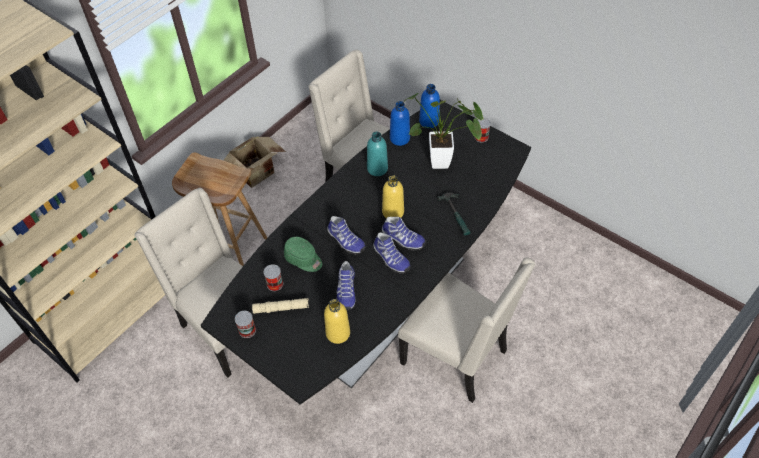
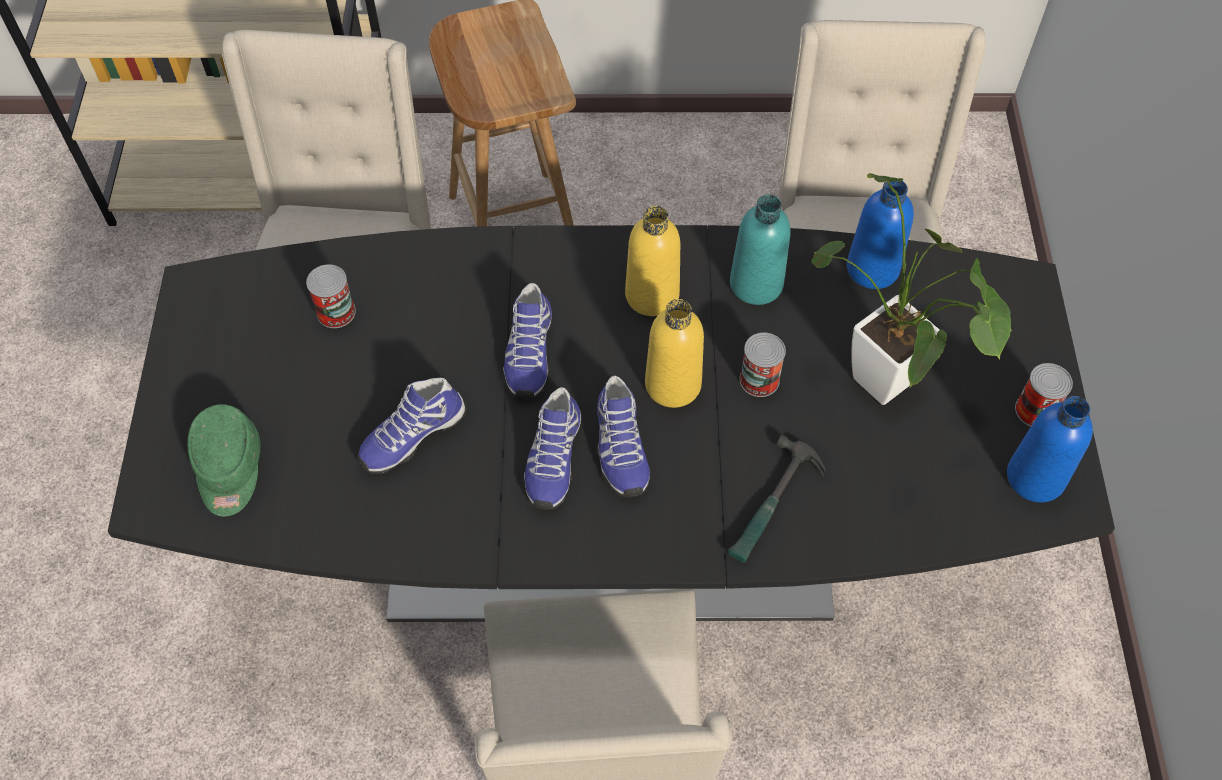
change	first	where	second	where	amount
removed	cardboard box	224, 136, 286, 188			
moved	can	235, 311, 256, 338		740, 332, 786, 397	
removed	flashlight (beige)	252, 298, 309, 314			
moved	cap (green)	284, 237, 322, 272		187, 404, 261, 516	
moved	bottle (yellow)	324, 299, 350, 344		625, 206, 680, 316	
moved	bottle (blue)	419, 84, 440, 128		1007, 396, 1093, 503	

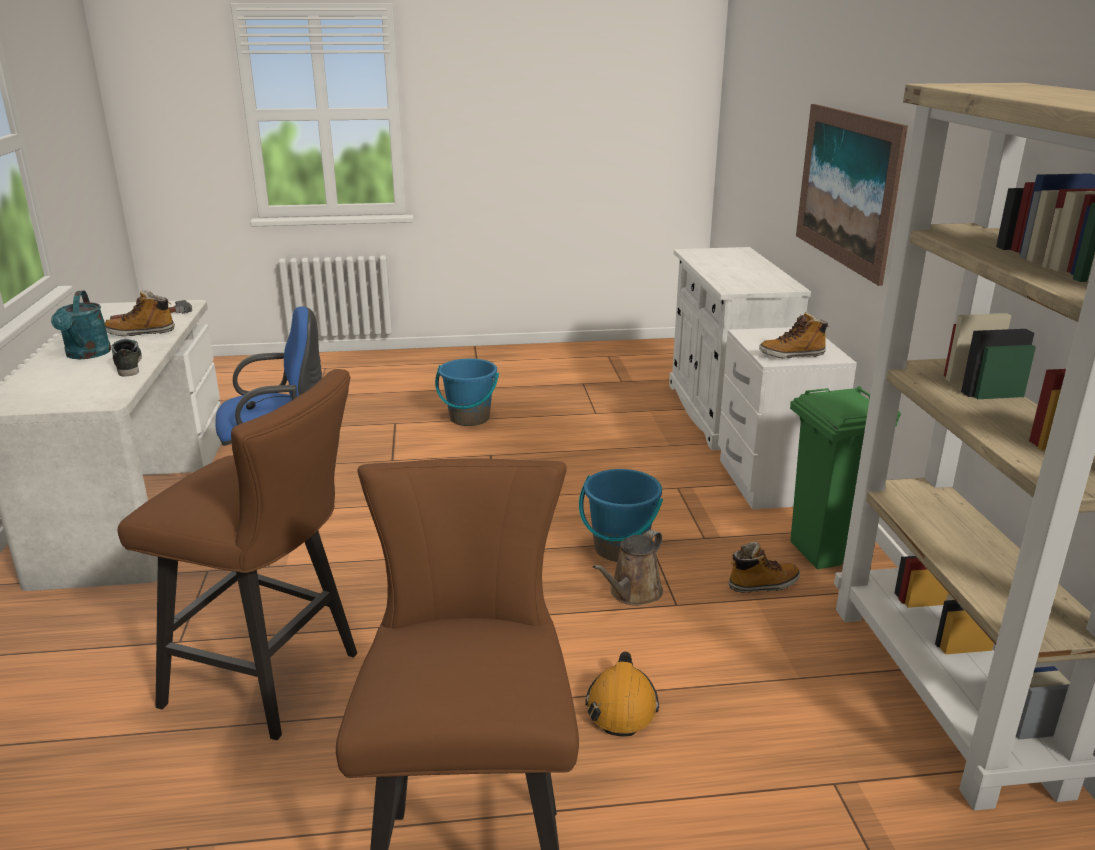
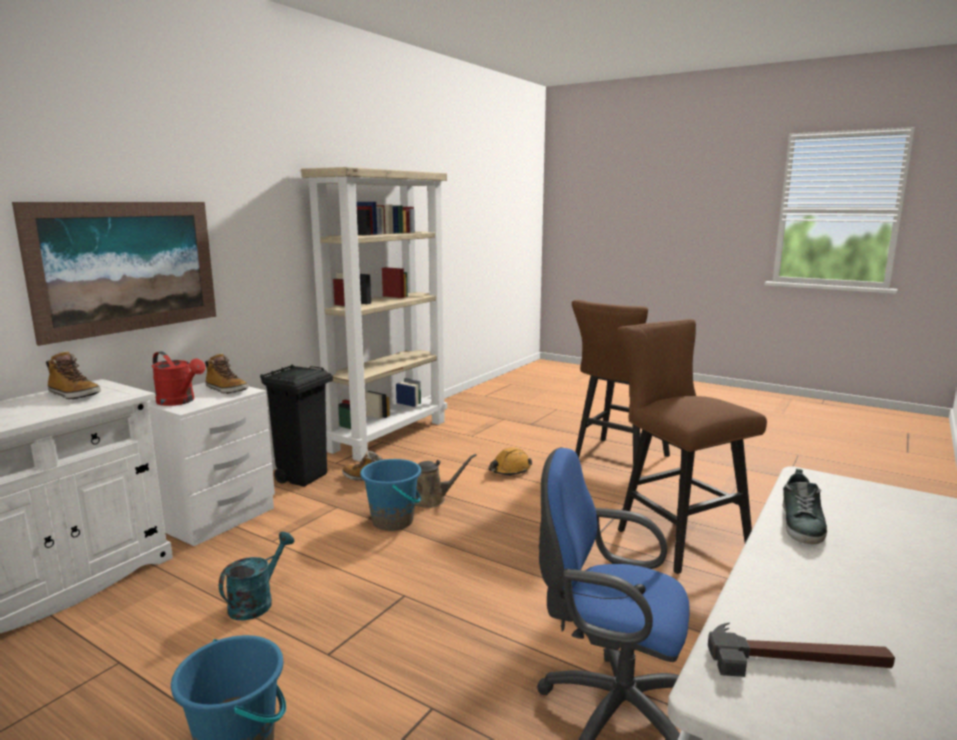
change	first	where	second	where	amount
moved	watering can (turquoise)	51, 291, 111, 359		219, 532, 294, 620	
moved	boot	105, 290, 175, 336		46, 351, 101, 399	
recoloured	trash can (green)	790, 386, 901, 569	trash can (black)	260, 364, 333, 487	
added			watering can (red)	152, 351, 206, 406	

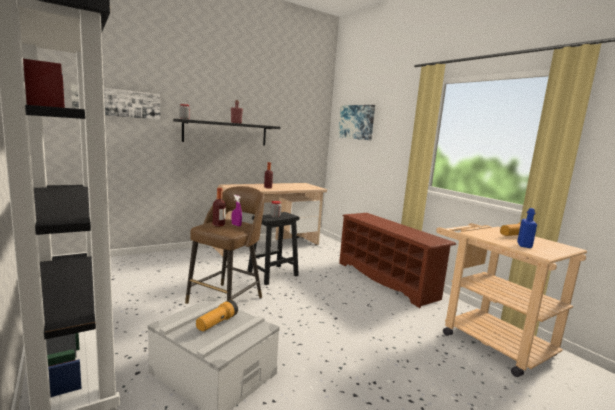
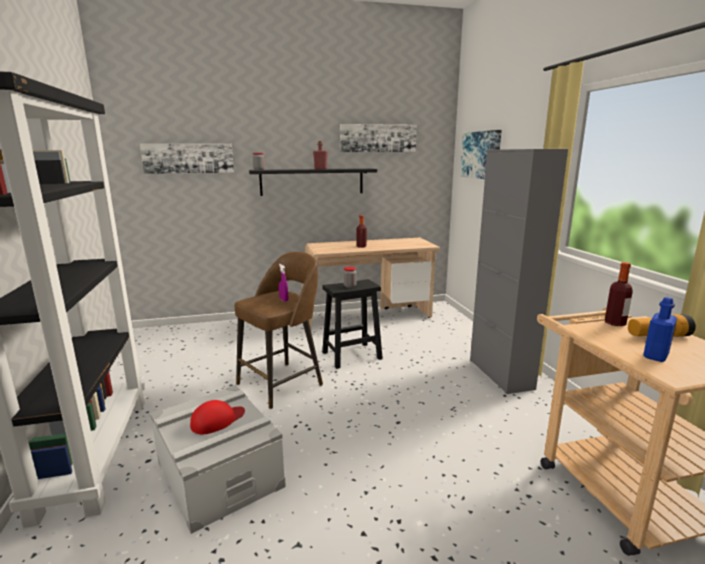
change	first	where	second	where	amount
replaced	flashlight	196, 300, 238, 331	cap (red)	190, 400, 245, 434	
moved	bottle	213, 188, 226, 227		605, 262, 633, 326	
replaced	shoe rack (brown)	339, 213, 456, 308	cabinet (grey)	470, 149, 568, 394	
added			picture	340, 124, 417, 152	

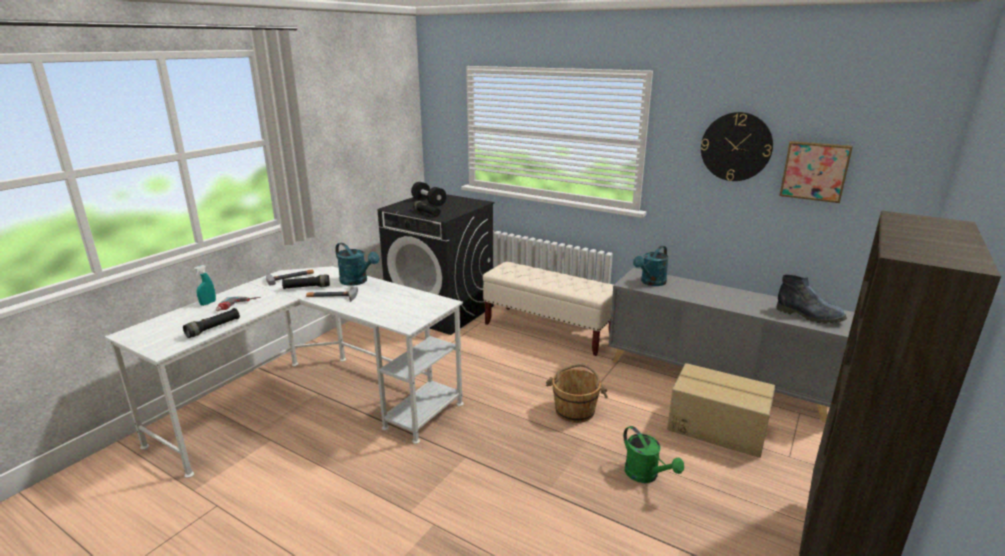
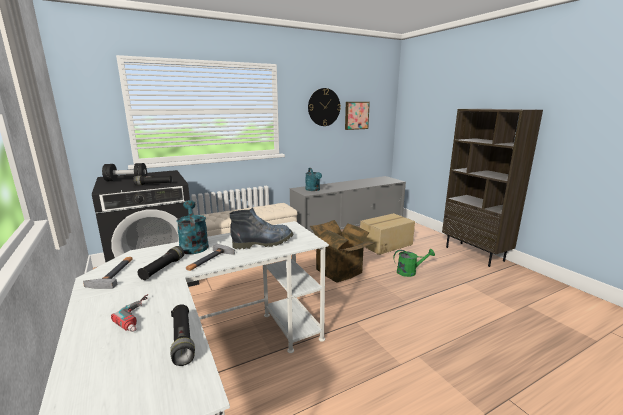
change	first	where	second	where	amount
removed	spray bottle (turquoise)	193, 265, 216, 306			
turned	watering can (turquoise)	335, 243, 379, 286		177, 200, 209, 254	90 degrees counterclockwise
replaced	bucket (brown)	546, 364, 608, 423	cardboard box	310, 220, 374, 283	
moved	boot	776, 275, 847, 324		230, 208, 294, 249	

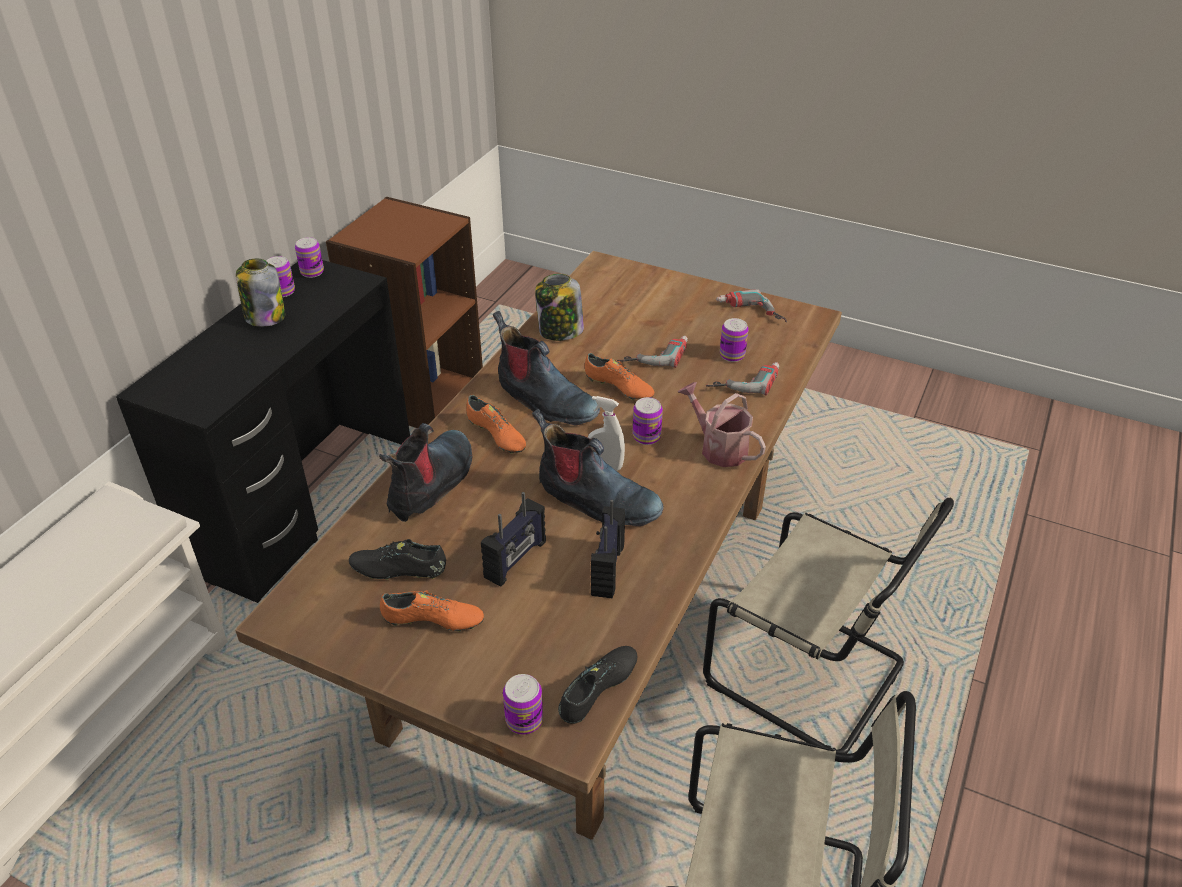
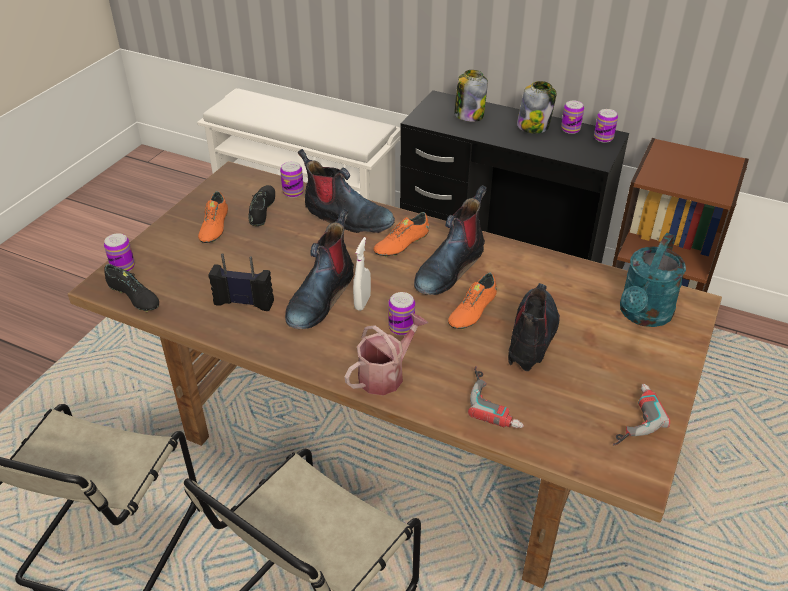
change	first	where	second	where	amount
removed	radio	480, 492, 546, 587			
moved	jar	535, 274, 584, 341		454, 70, 488, 122	
replaced	power drill	617, 336, 688, 368	boot	508, 283, 560, 371	
moved	can	720, 318, 749, 362		280, 161, 304, 198	
added			watering can (turquoise)	620, 233, 686, 327	

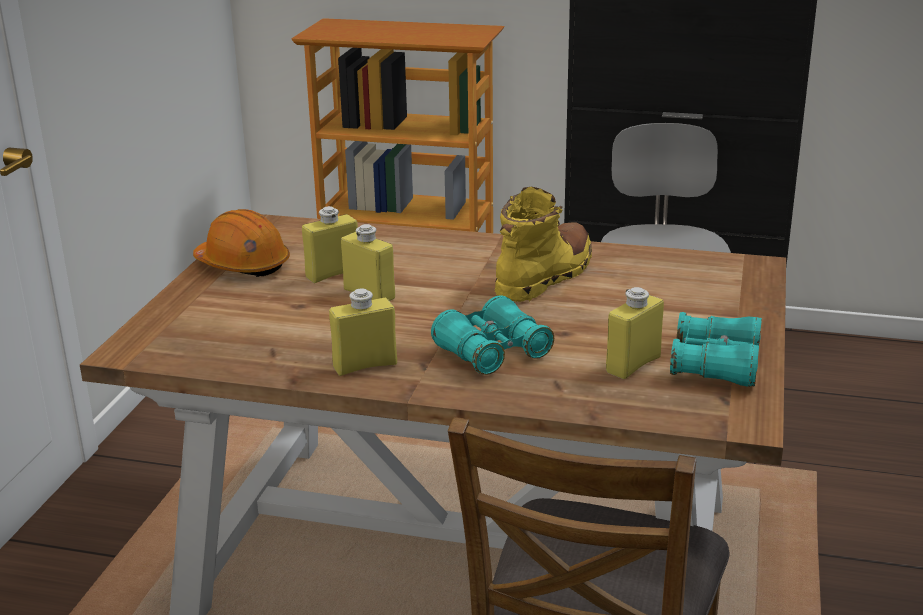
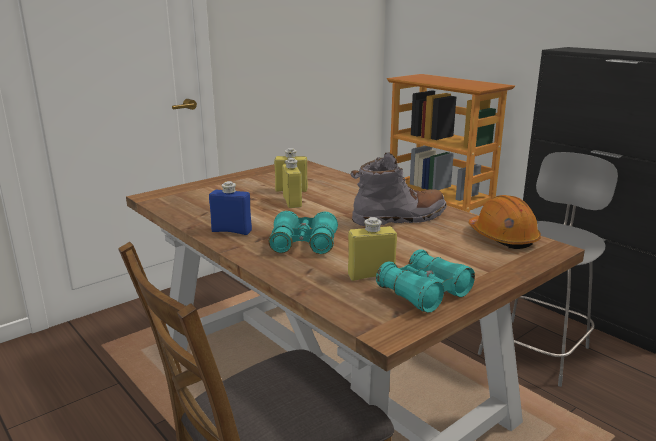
change	first	where	second	where	amount
moved	hard hat (orange)	193, 209, 290, 277		469, 195, 541, 249	
recoloured	bottle (yellow)	329, 288, 397, 376	bottle (blue)	209, 181, 252, 235	
recoloured	boot (yellow)	495, 187, 592, 302	boot (grey)	351, 153, 446, 226	

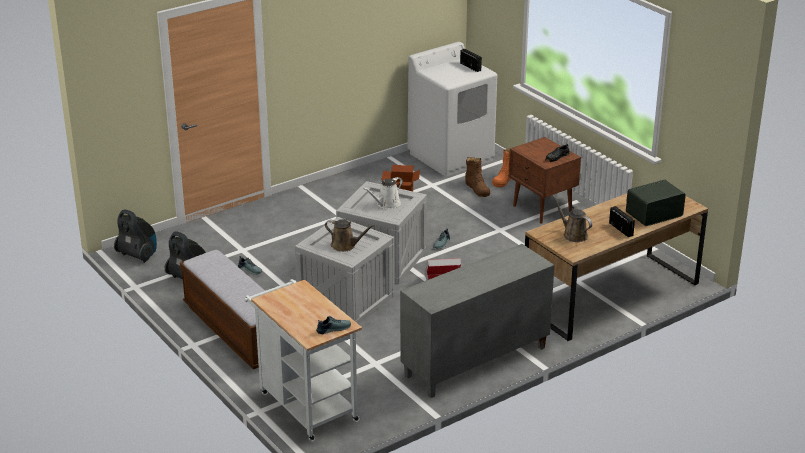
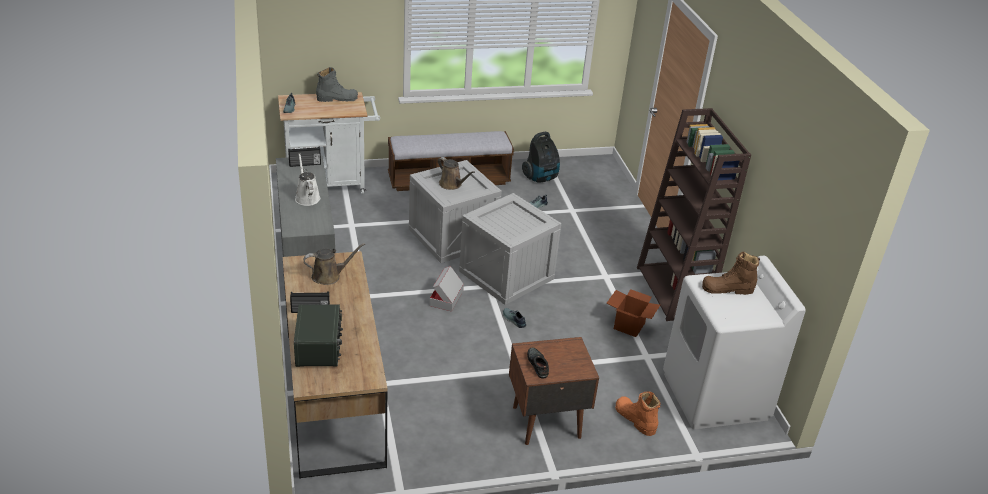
change	first	where	second	where	amount
removed	vacuum cleaner	114, 210, 157, 263			
turned	watering can (brown)	325, 219, 375, 252		438, 157, 475, 190	90 degrees counterclockwise
moved	watering can (white)	363, 177, 403, 209		295, 153, 321, 206	
moved	radio	460, 49, 482, 72		288, 147, 321, 167	
moved	boot (brown)	465, 157, 490, 197		702, 252, 760, 295	
added			boot (grey)	316, 67, 358, 102	
added			bookcase (brown)	637, 108, 751, 321	

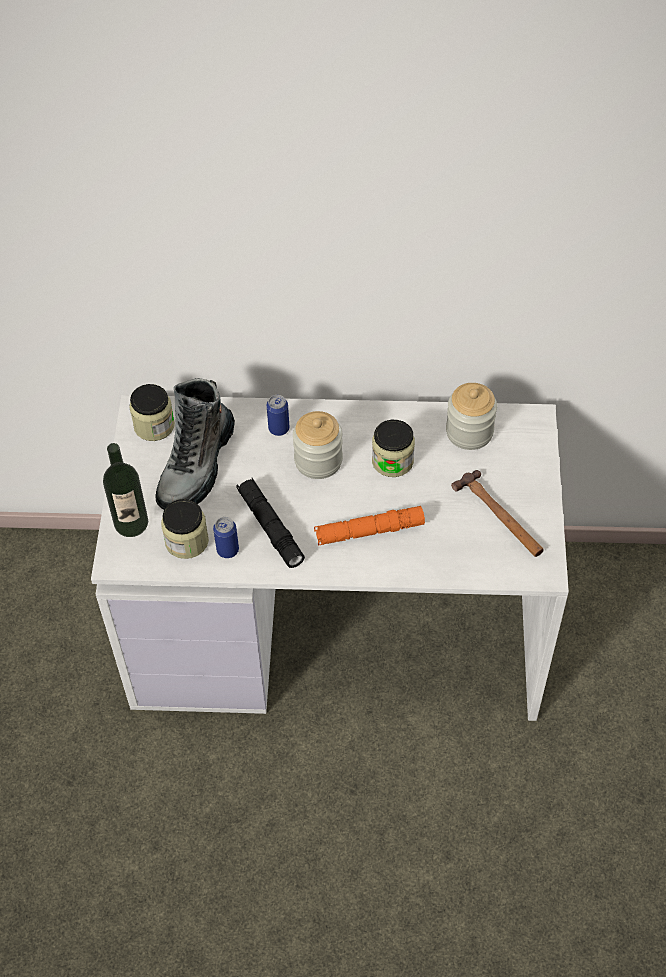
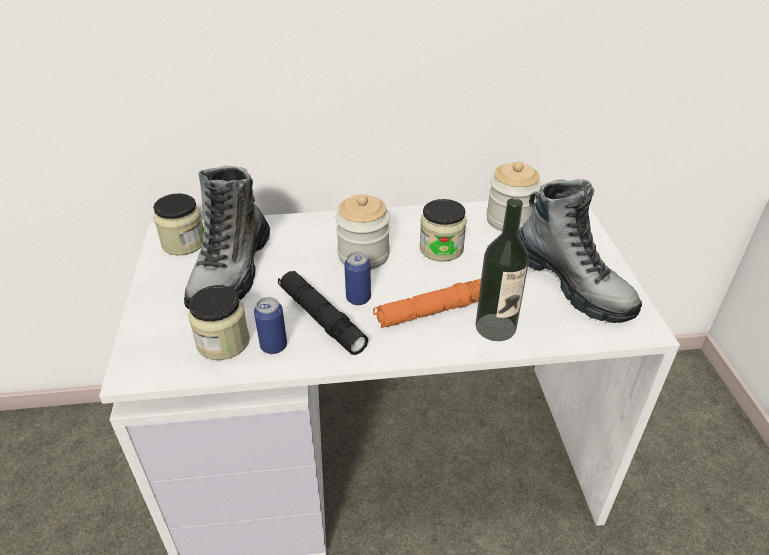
change	first	where	second	where	amount
moved	bottle	103, 443, 148, 537		476, 198, 529, 341	
moved	can	267, 395, 289, 436		344, 251, 371, 305	
replaced	hammer	451, 470, 544, 557	boot	518, 180, 642, 323	

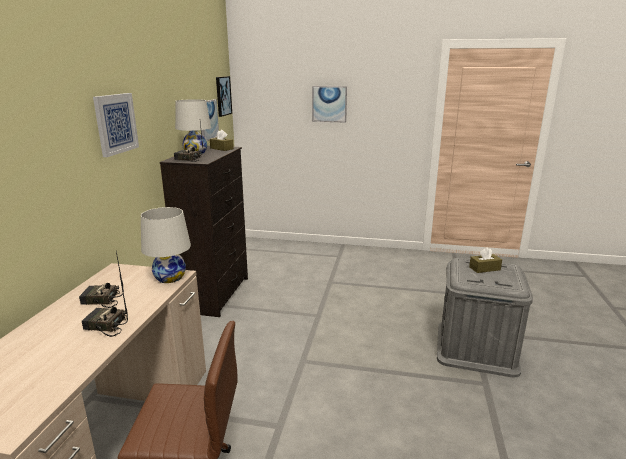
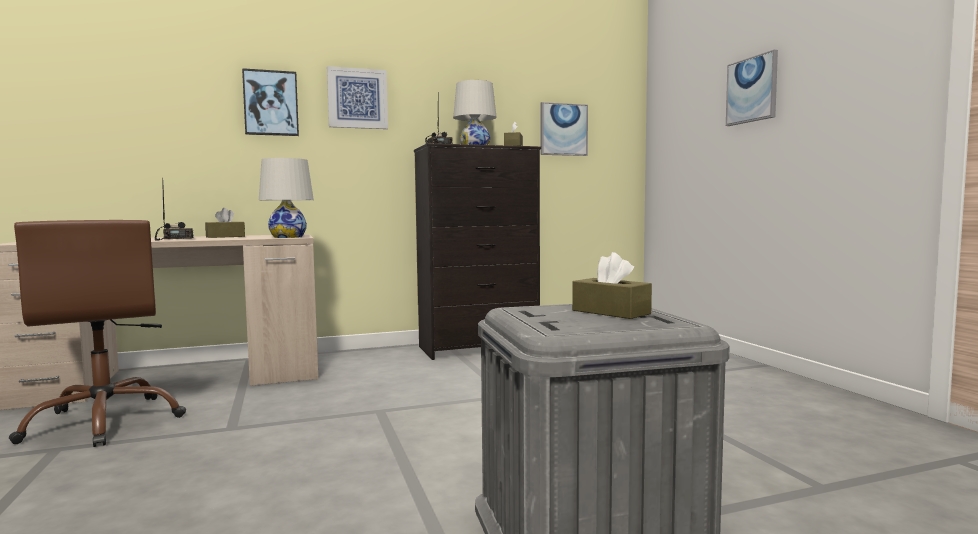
change	first	where	second	where	amount
replaced	radio	79, 251, 124, 308	tissue box (brown)	205, 208, 245, 238	
moved	picture	216, 76, 232, 117		242, 68, 299, 136	

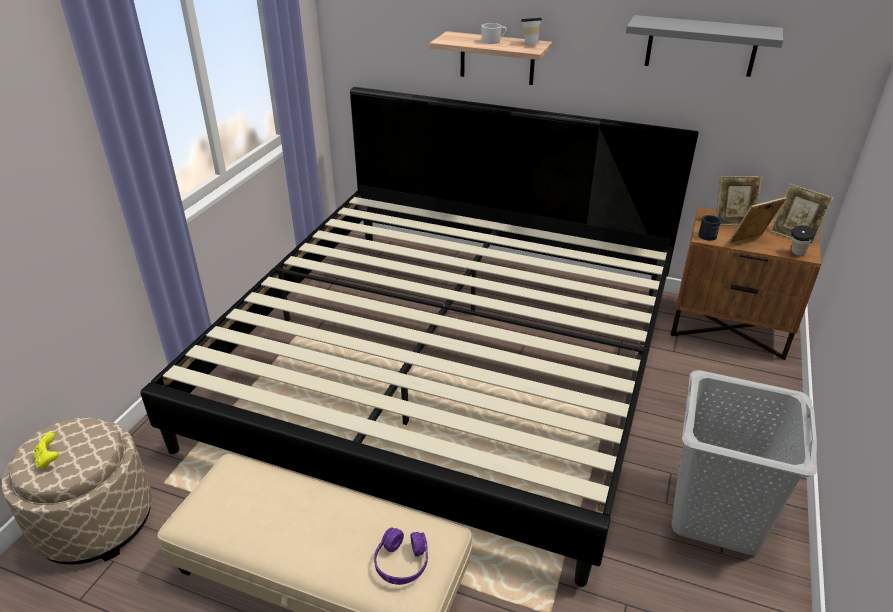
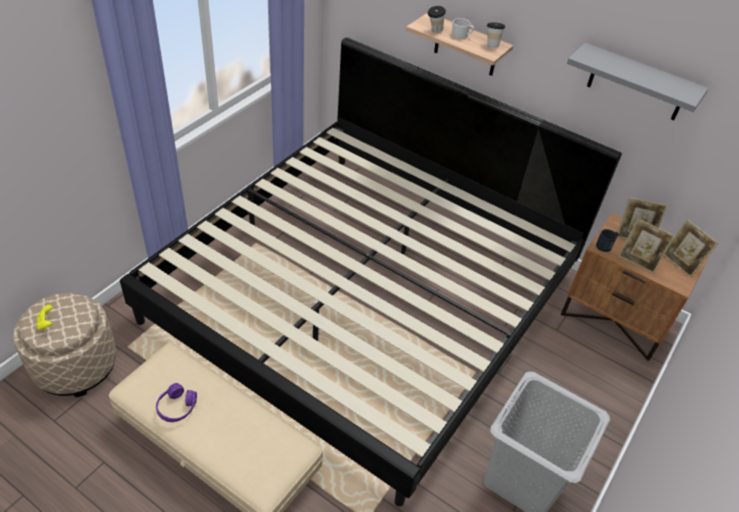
change	first	where	second	where	amount
moved	headphones (purple)	374, 527, 428, 585		156, 383, 197, 422	
turned	picture frame	729, 197, 787, 243		618, 218, 675, 273	135 degrees counterclockwise
moved	cup	791, 225, 815, 255		428, 6, 446, 32	

